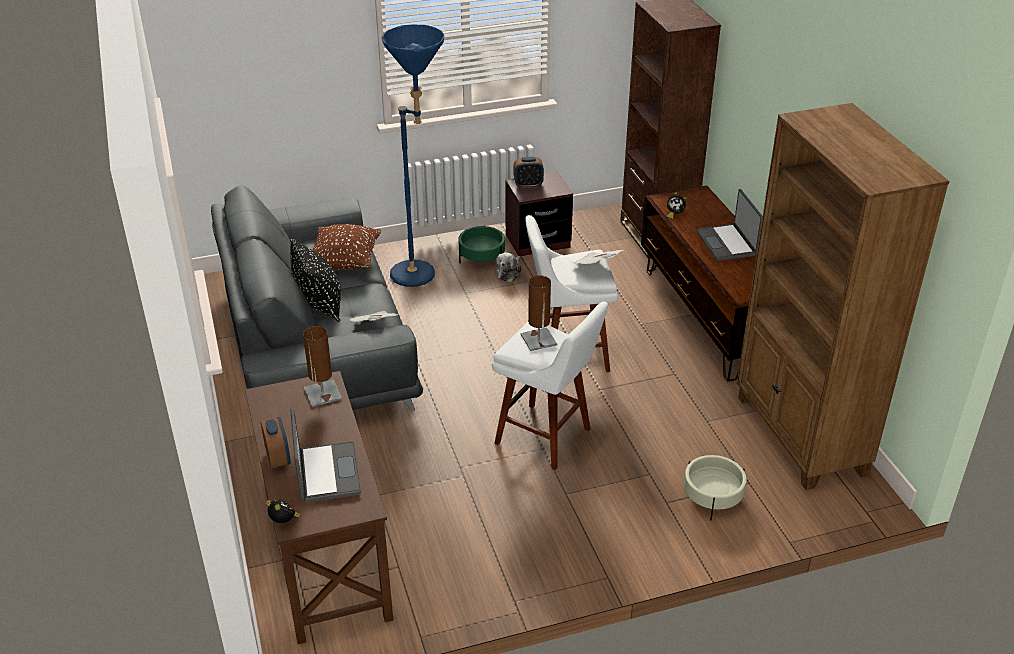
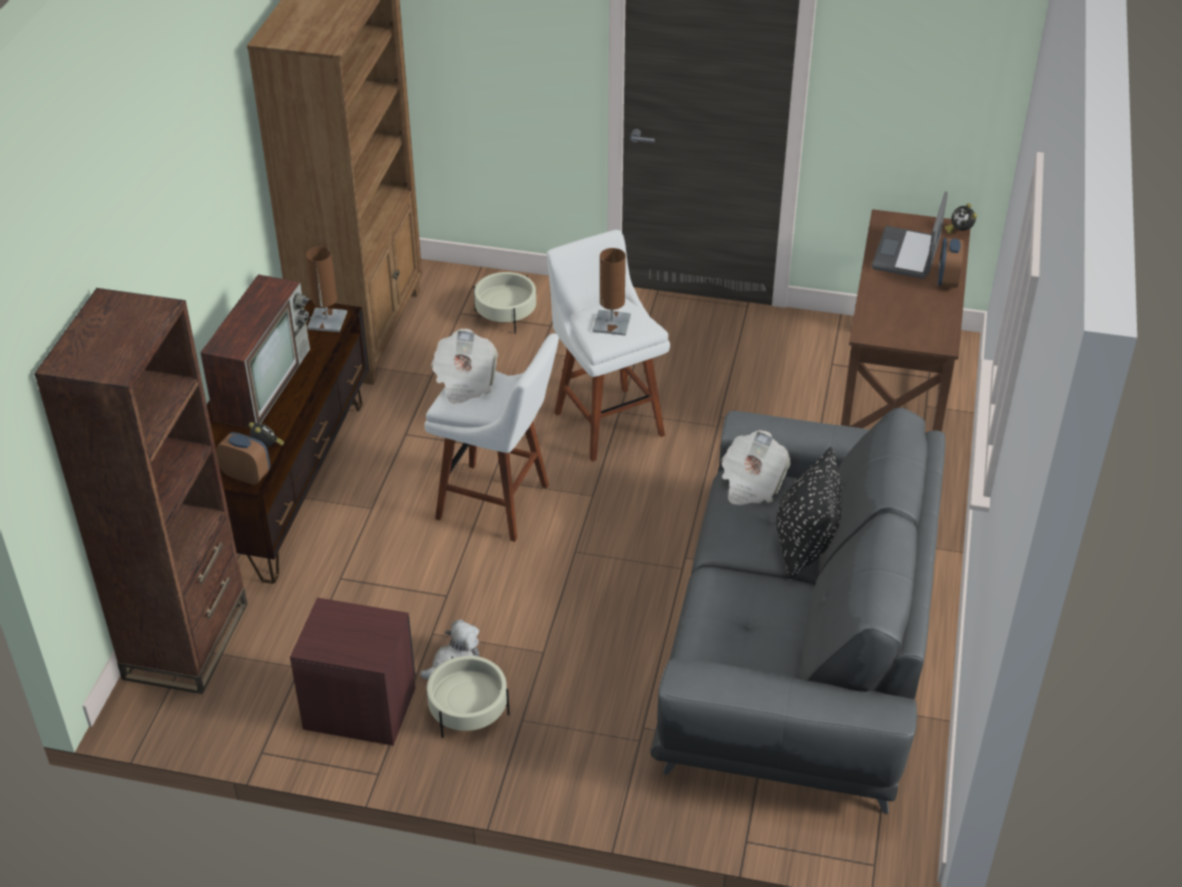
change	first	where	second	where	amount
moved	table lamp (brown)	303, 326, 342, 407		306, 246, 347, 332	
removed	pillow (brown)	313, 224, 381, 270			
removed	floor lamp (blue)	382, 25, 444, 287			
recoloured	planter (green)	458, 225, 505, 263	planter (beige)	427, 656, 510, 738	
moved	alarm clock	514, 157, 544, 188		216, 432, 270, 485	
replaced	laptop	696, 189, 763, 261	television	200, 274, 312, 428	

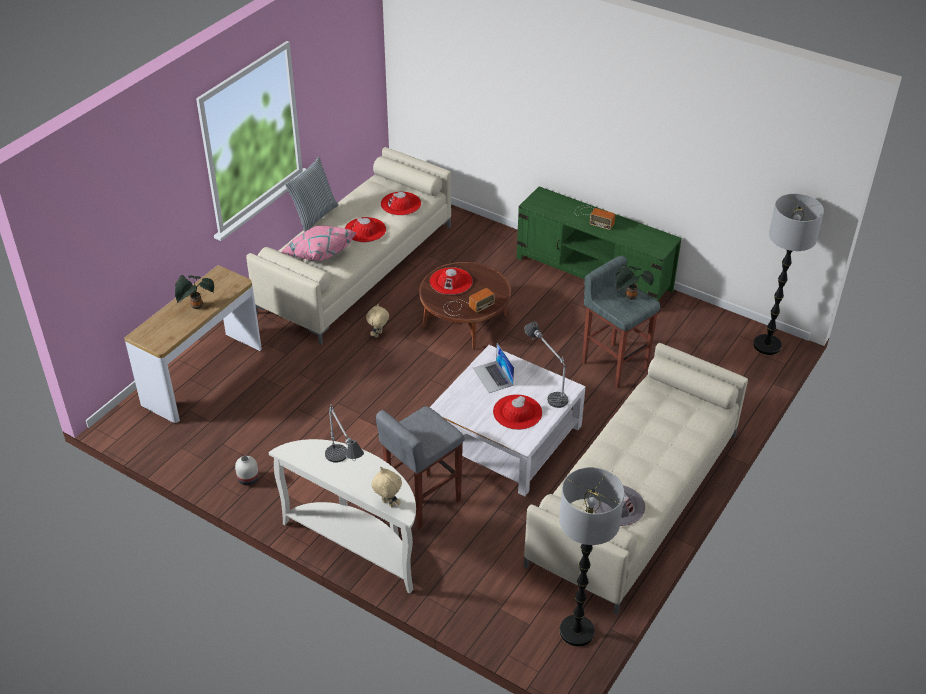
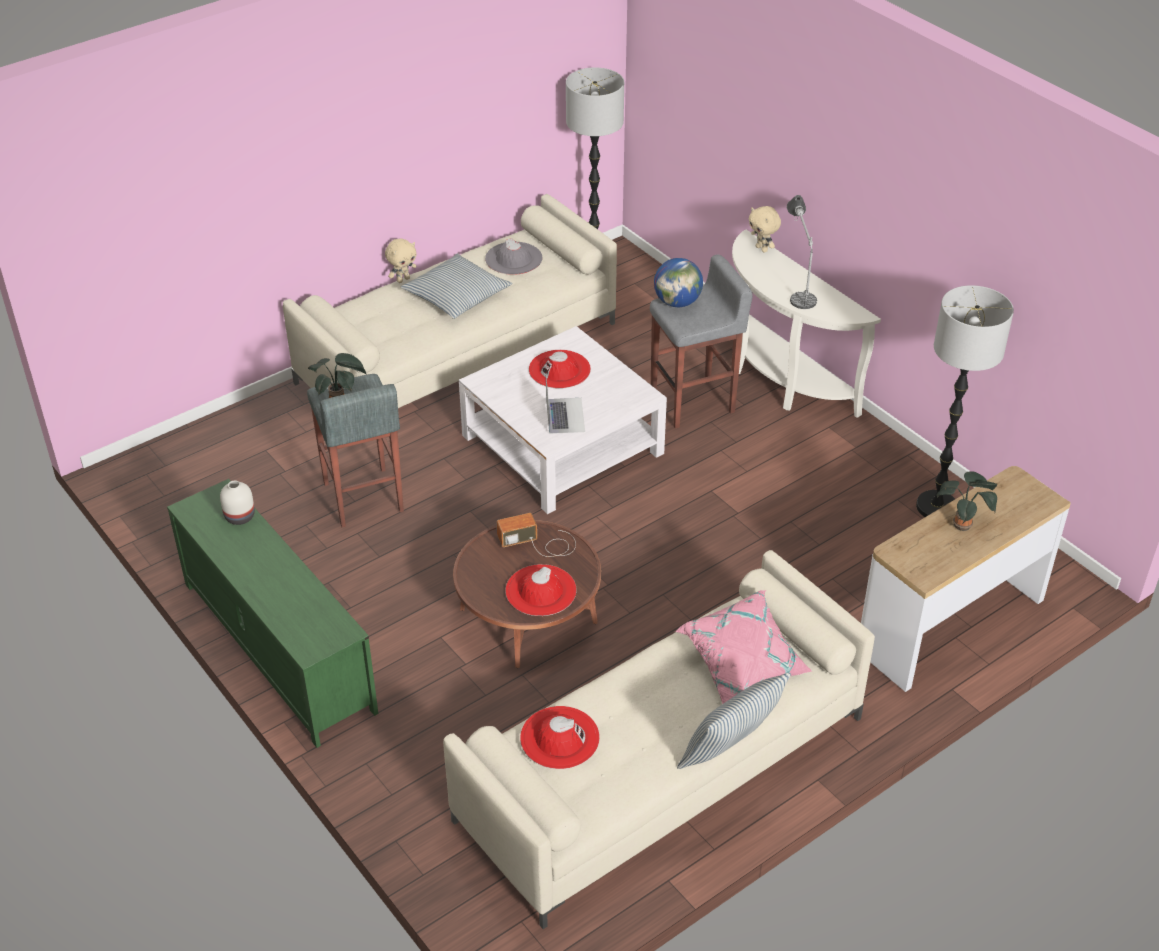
change	first	where	second	where	amount
moved	vase (white)	235, 456, 259, 485		220, 480, 255, 525	
removed	hat (red)	345, 217, 386, 242			
moved	plush toy (beige)	366, 304, 389, 338		385, 238, 417, 283	
removed	table lamp	524, 322, 568, 408			
removed	radio	575, 205, 615, 230			
moved	floor lamp	753, 194, 824, 355		916, 285, 1014, 517	
added			pillow	401, 254, 512, 319	
added			globe	654, 258, 703, 307	

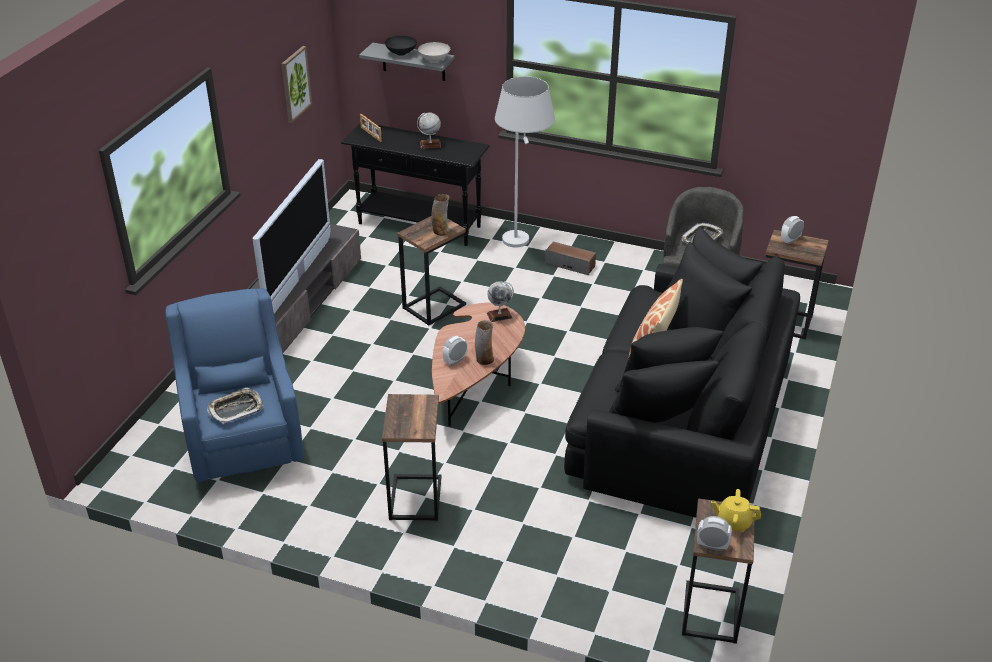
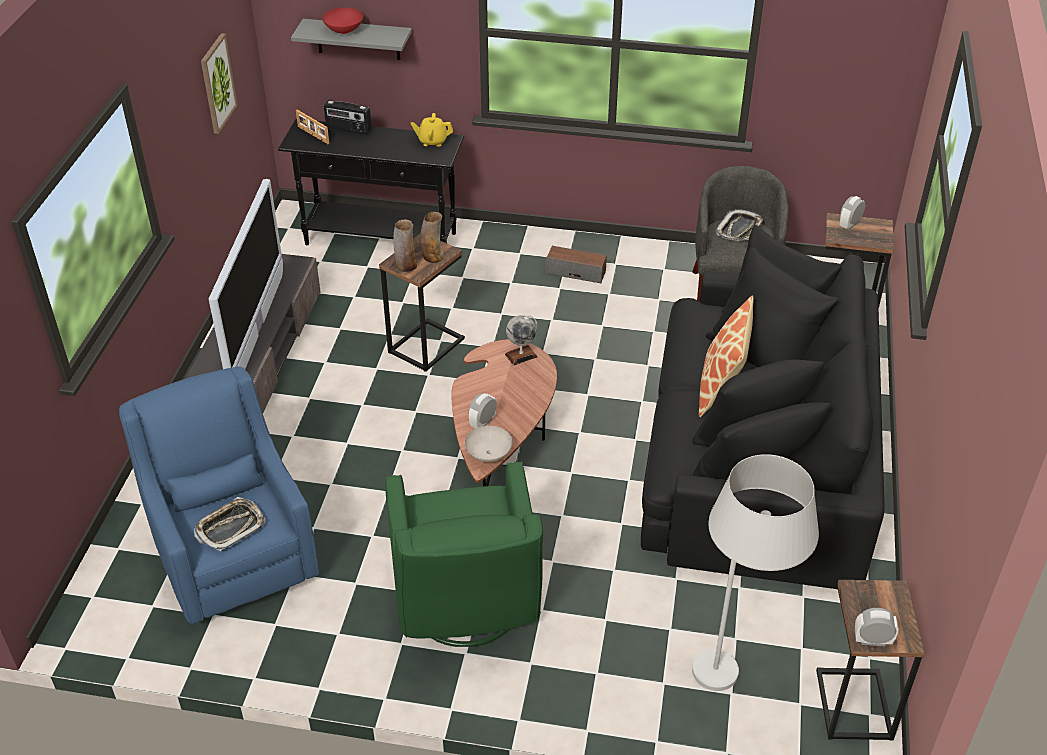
change	first	where	second	where	amount
replaced	side table	382, 394, 441, 521	armchair (green)	385, 461, 543, 647	
recoloured	bowl (black)	385, 36, 417, 56	bowl (red)	322, 8, 363, 34	
removed	globe	417, 112, 441, 149			
moved	bowl (white)	418, 42, 450, 62		465, 426, 512, 462	
moved	vase	475, 320, 494, 365		394, 220, 417, 272	
moved	floor lamp (white)	495, 76, 555, 247		692, 454, 819, 691	
moved	teapot (yellow)	711, 489, 761, 532		411, 113, 453, 147	
added			radio	324, 100, 372, 135	

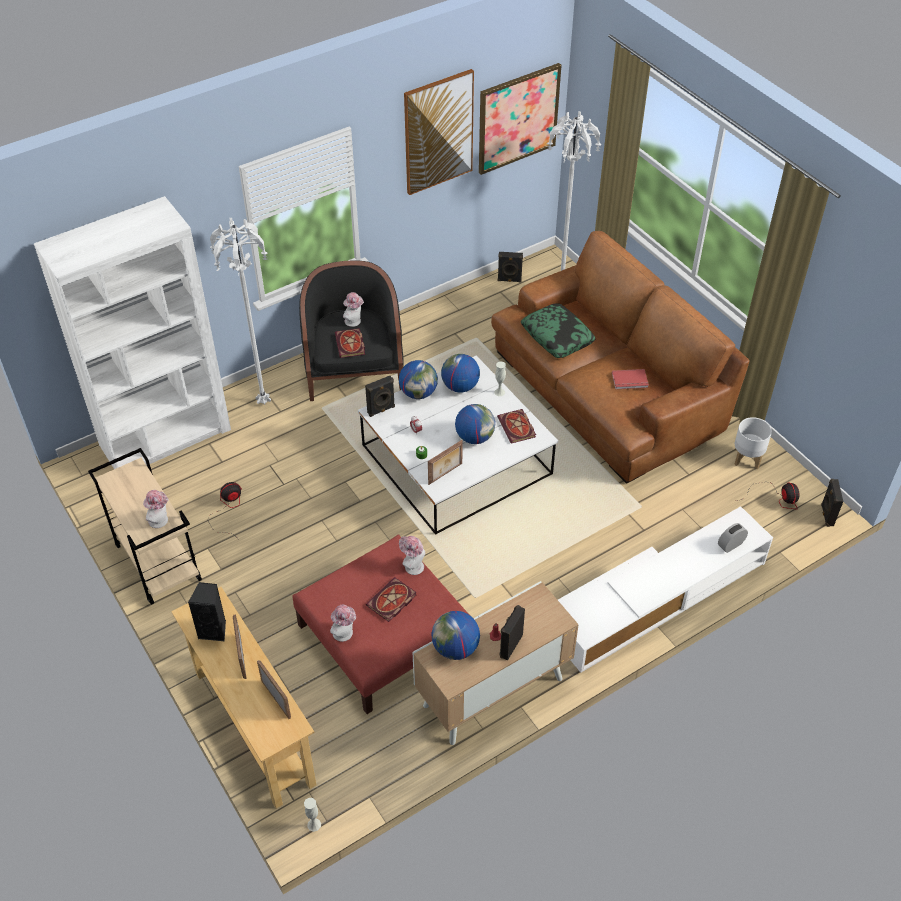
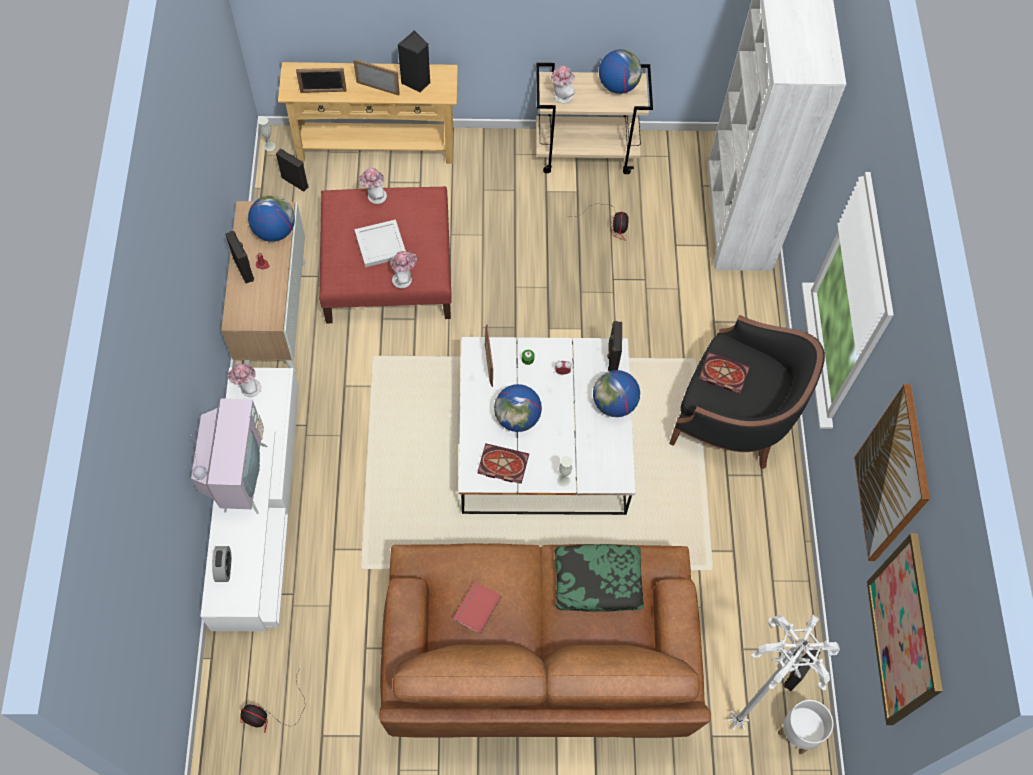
change	first	where	second	where	amount
removed	floor lamp (white)	210, 218, 271, 405			
moved	hat	343, 292, 364, 327		227, 364, 261, 397	
replaced	book	366, 577, 417, 622	tray (white)	354, 219, 406, 267	
moved	globe	441, 354, 480, 393		599, 49, 642, 94	
moved	planter (white)	734, 417, 772, 469		778, 700, 833, 754	
moved	speaker (black)	821, 479, 843, 527		276, 149, 309, 191	
added			television	185, 398, 267, 514	

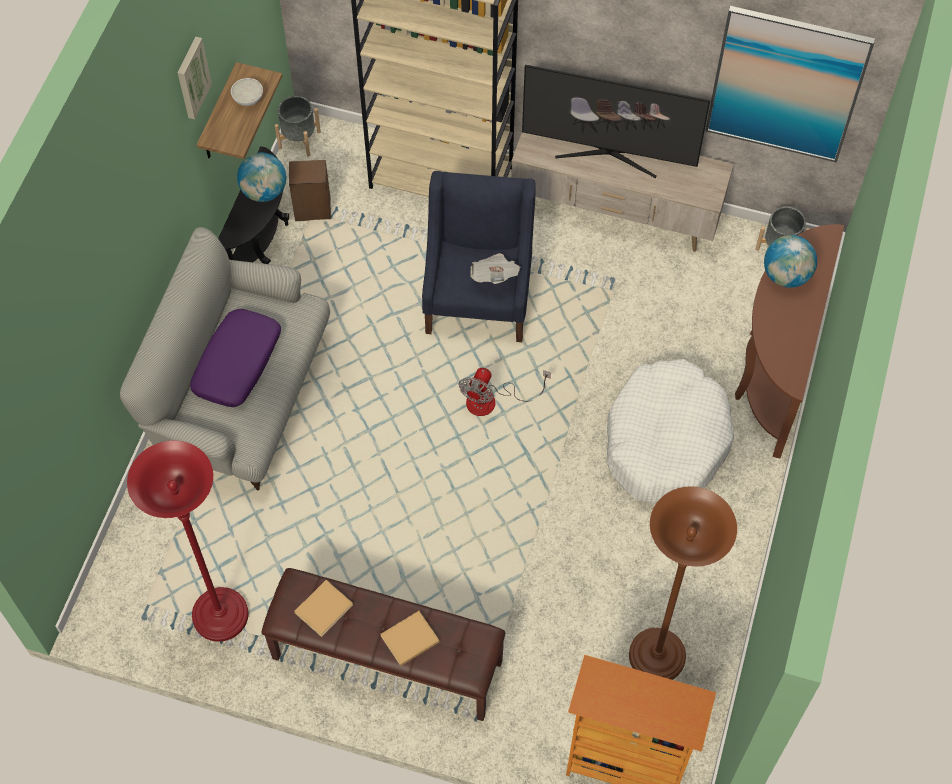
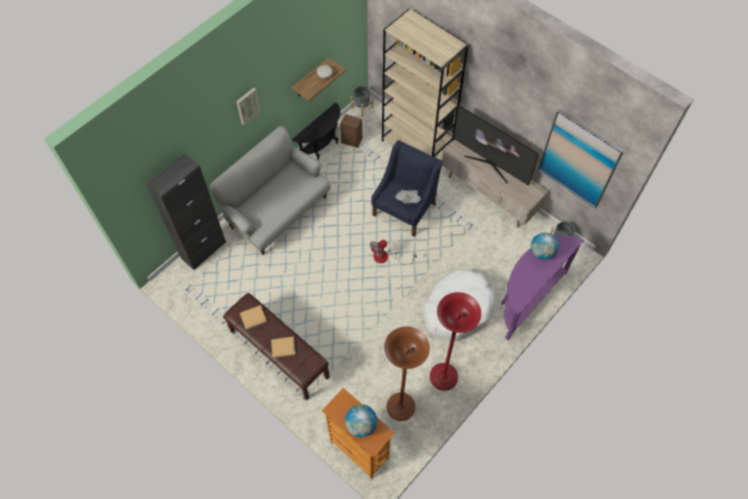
change	first	where	second	where	amount
moved	floor lamp (red)	127, 440, 248, 642		430, 292, 481, 391	
moved	picture	177, 36, 212, 119		236, 88, 261, 125	
removed	pillow (purple)	190, 309, 281, 407			
moved	globe	237, 152, 286, 202		345, 404, 377, 437	
recoloured	console table (brown)	735, 224, 844, 458	console table (purple)	501, 235, 584, 340	
added			cabinet (black)	146, 153, 226, 270	

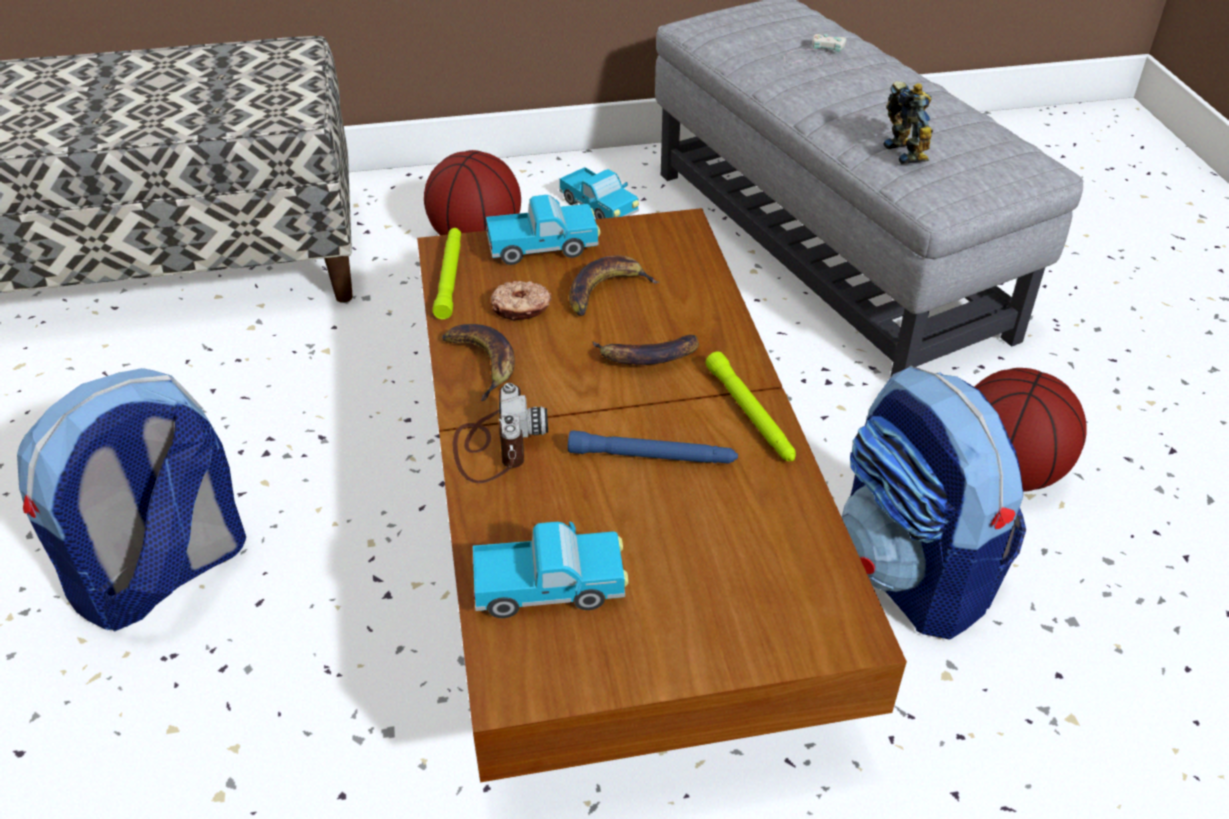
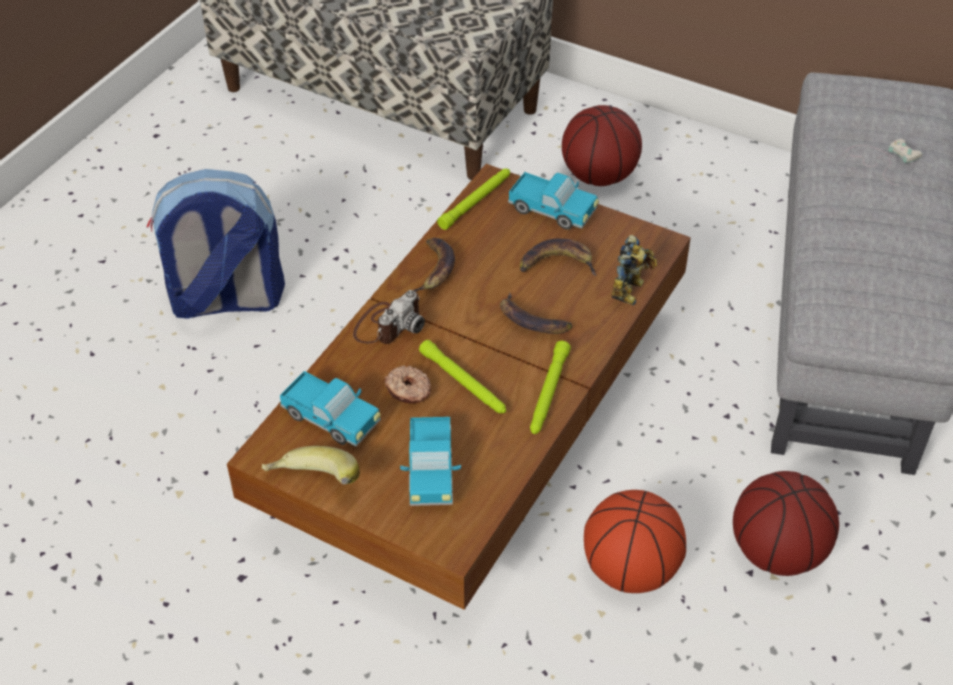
change	first	where	second	where	amount
moved	donut	491, 281, 552, 321		385, 366, 431, 404	
moved	toy truck	559, 167, 639, 219		400, 417, 461, 506	
recoloured	flashlight (blue)	568, 430, 738, 464	flashlight (green)	419, 340, 506, 414	
replaced	backpack	842, 366, 1026, 640	basketball	584, 490, 686, 593	
moved	toy robot	883, 81, 933, 165		612, 235, 657, 306	
added			banana	261, 446, 360, 485	

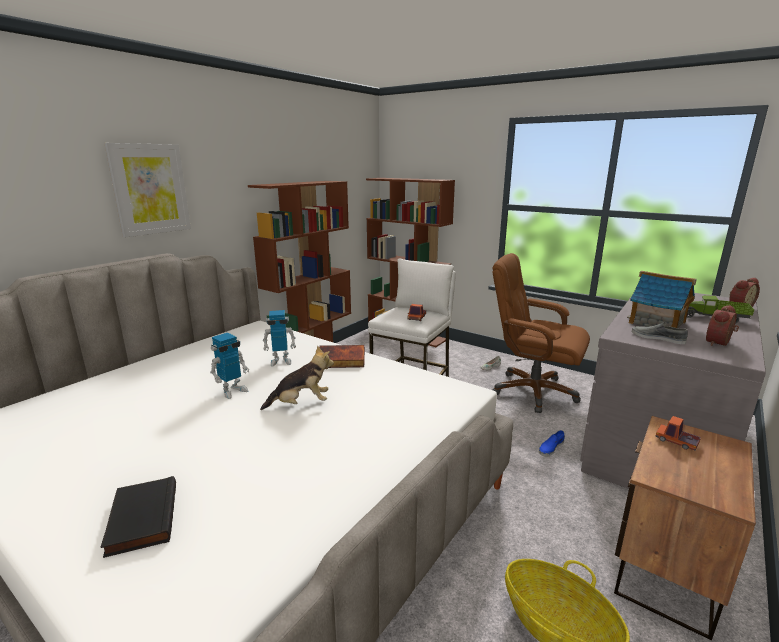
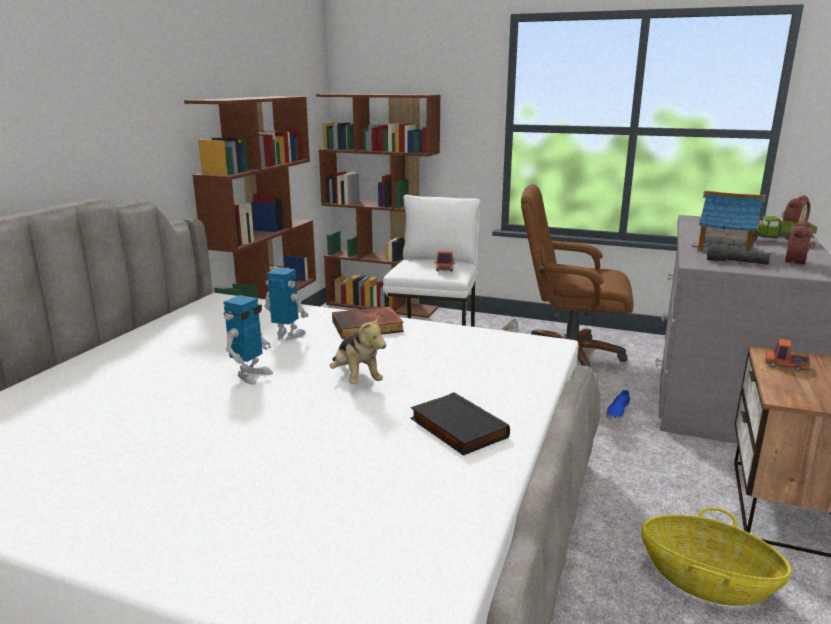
change	first	where	second	where	amount
moved	book (black)	101, 476, 176, 558		410, 392, 510, 456	
removed	picture	104, 143, 191, 237			
turned	plush toy	260, 346, 334, 410		330, 314, 386, 384	90 degrees clockwise
turned	toy robot	263, 310, 296, 366		264, 268, 309, 341	135 degrees counterclockwise
replaced	shoe (grey)	632, 322, 688, 344	flashlight (black)	706, 245, 771, 265	

